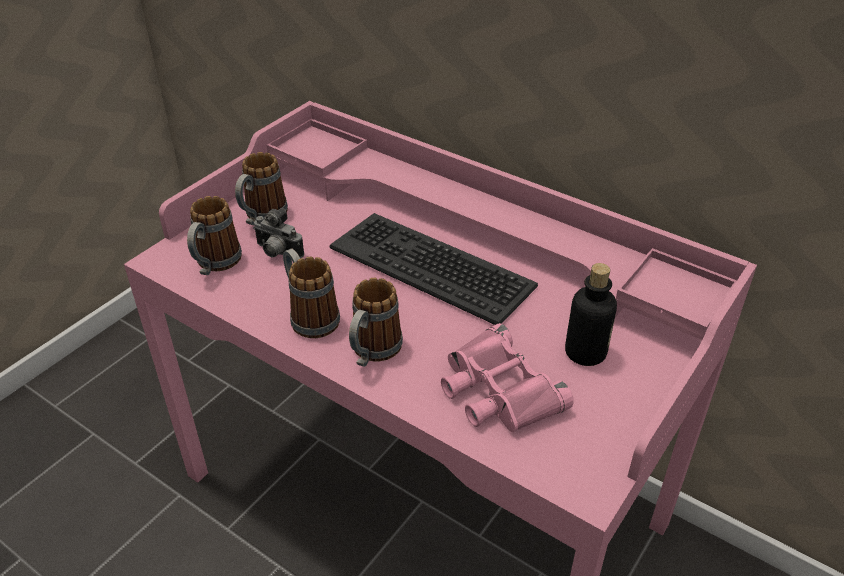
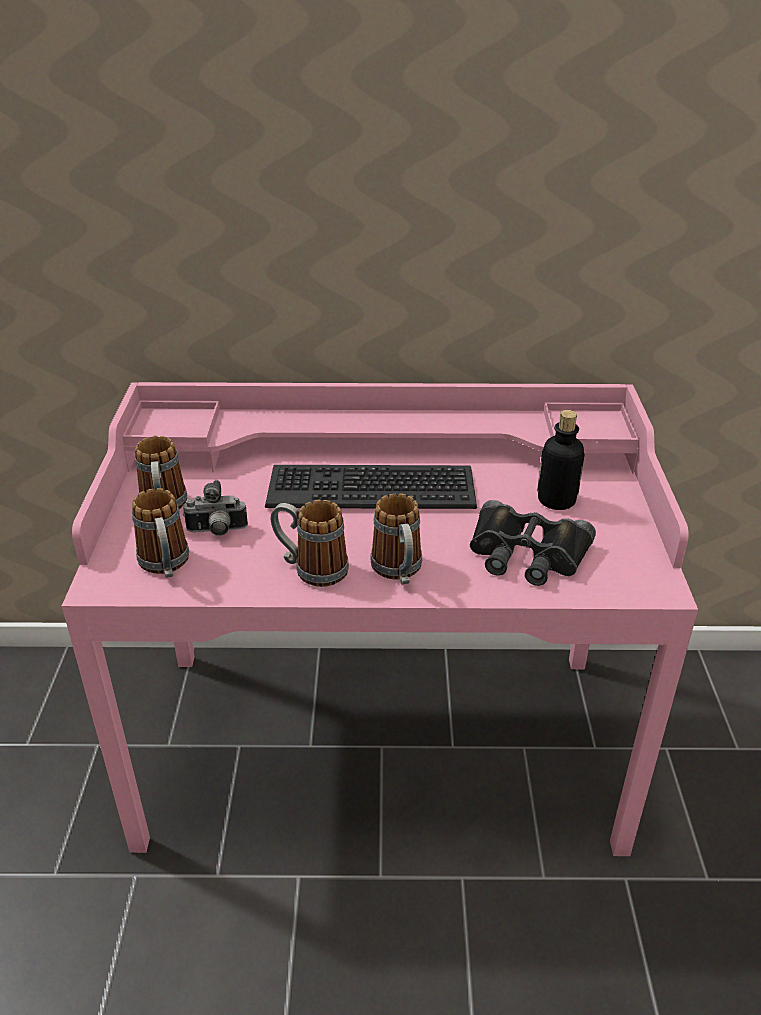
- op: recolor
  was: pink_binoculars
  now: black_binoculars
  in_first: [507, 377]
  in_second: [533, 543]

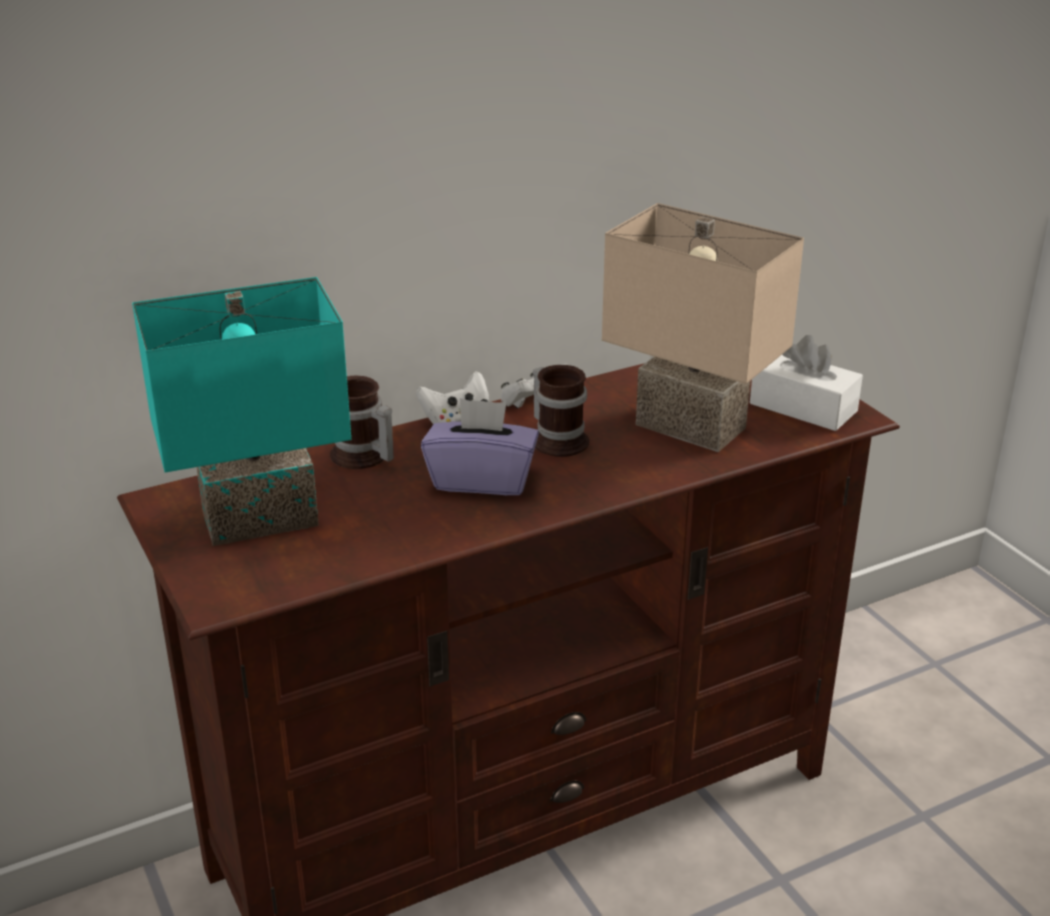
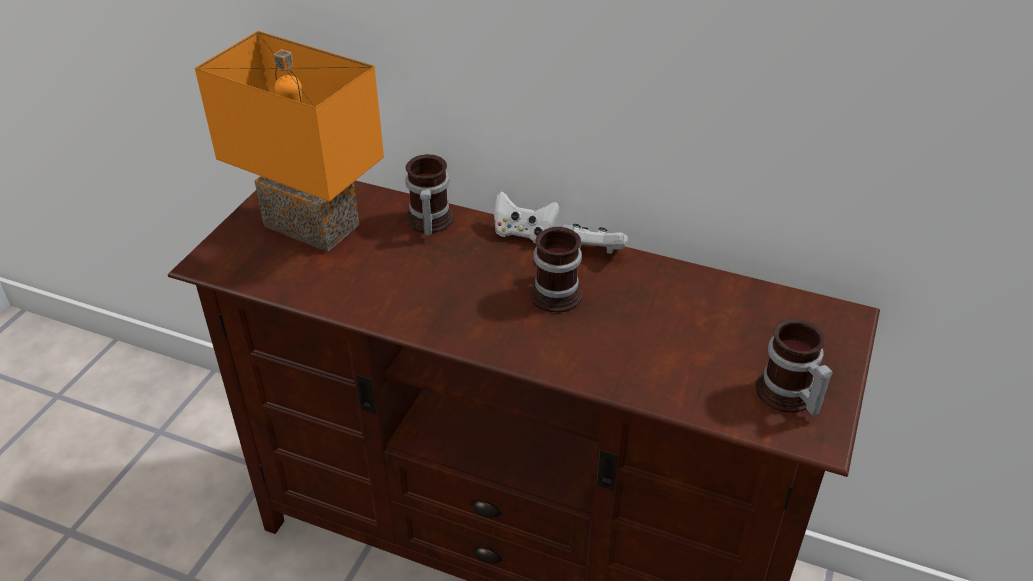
- op: recolor
  was: turquoise_table_lamp
  now: orange_table_lamp
  in_first: [241, 411]
  in_second: [289, 141]
- op: replace
  was: white_tissue_box
  now: mug
  in_first: [806, 383]
  in_second: [794, 367]
- op: delete
  was: purple_tissue_box
  in_first: [480, 446]
- op: delete
  was: beige_table_lamp
  in_first: [703, 327]

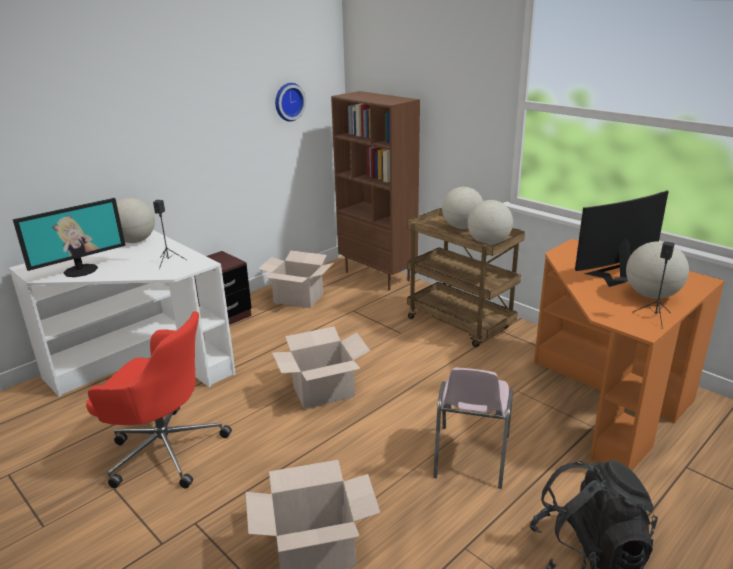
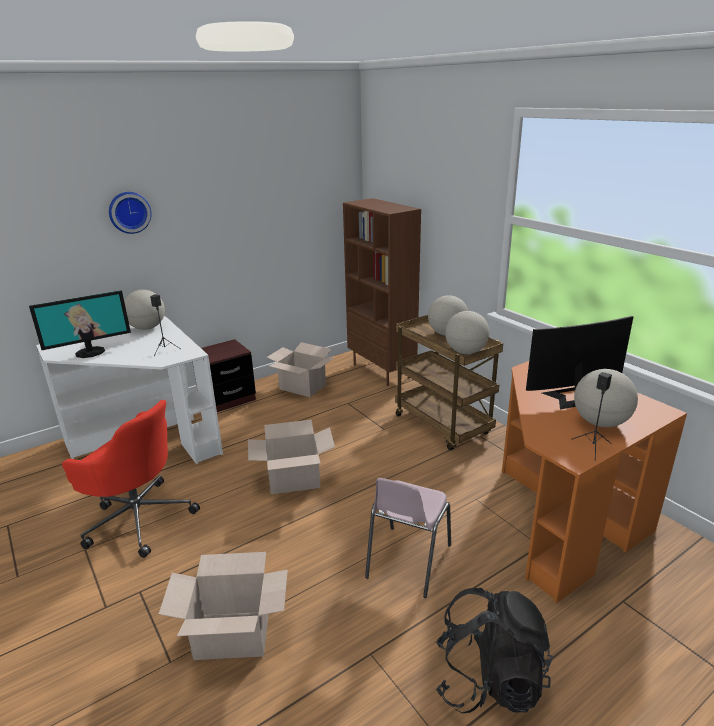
- op: move
  was: wall_clock
  in_first: [290, 102]
  in_second: [130, 213]

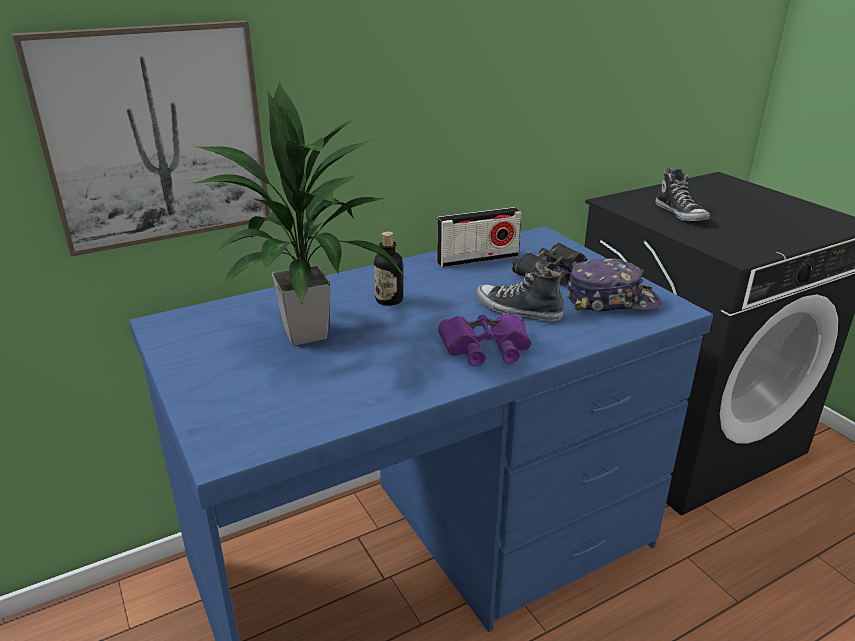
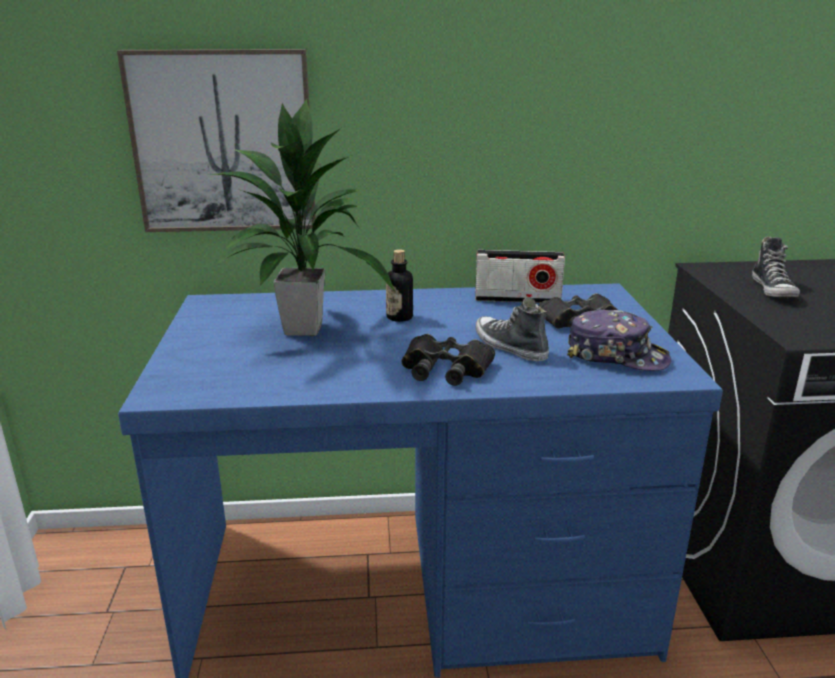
- op: recolor
  was: purple_binoculars
  now: black_binoculars
  in_first: [484, 339]
  in_second: [448, 360]

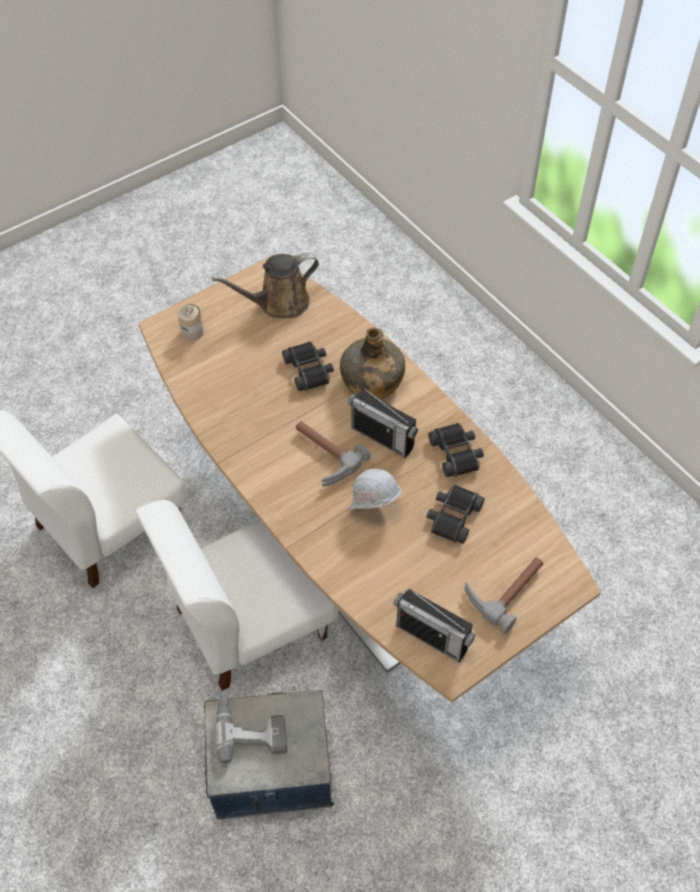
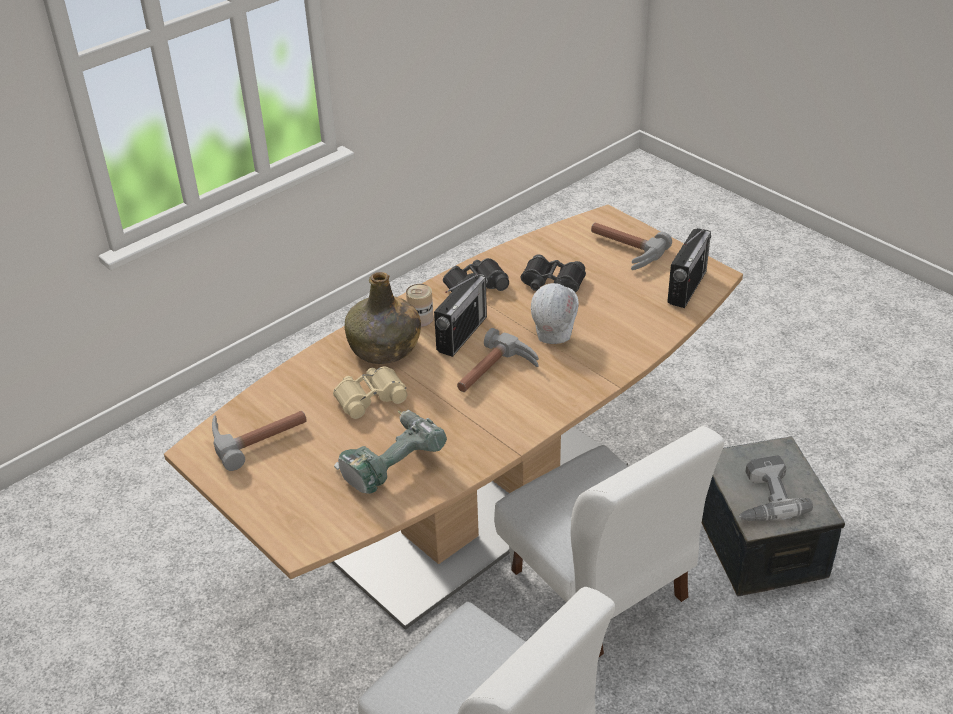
- op: replace
  was: brown_watering_can
  now: hammer
  in_first: [265, 285]
  in_second: [259, 441]
- op: recolor
  was: black_binoculars
  now: beige_binoculars
  in_first: [308, 366]
  in_second: [370, 393]
- op: insert
  now: power_drill
  in_second: [390, 452]
- op: move
  was: can
  in_first: [191, 322]
  in_second: [420, 305]

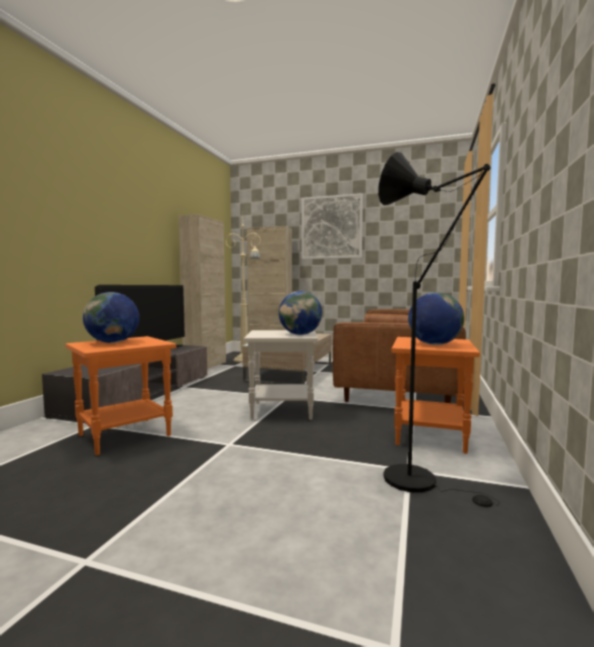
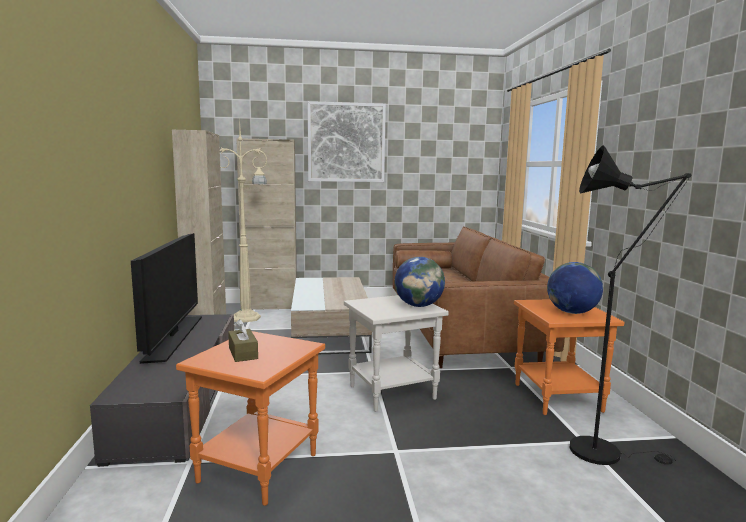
- op: replace
  was: globe
  now: brown_tissue_box
  in_first: [111, 317]
  in_second: [243, 340]

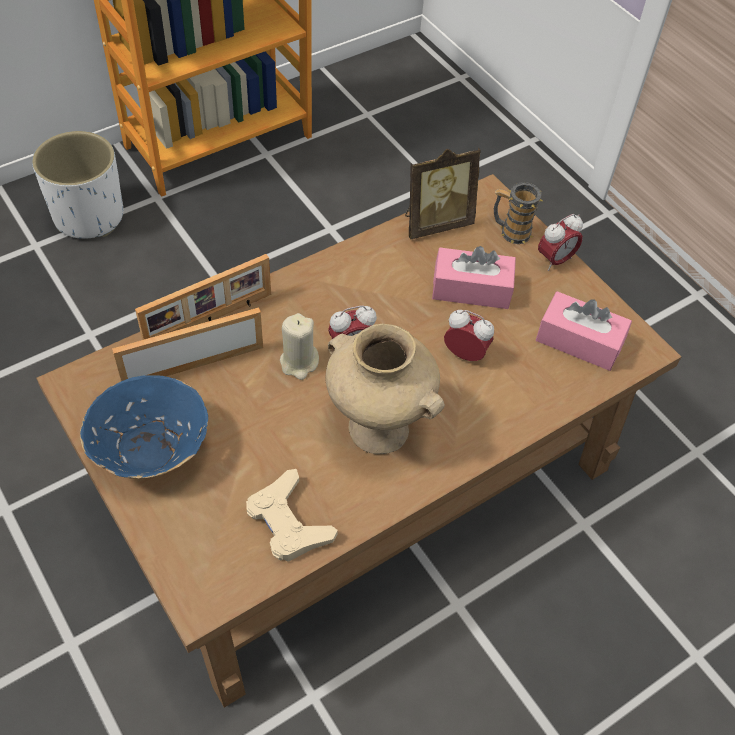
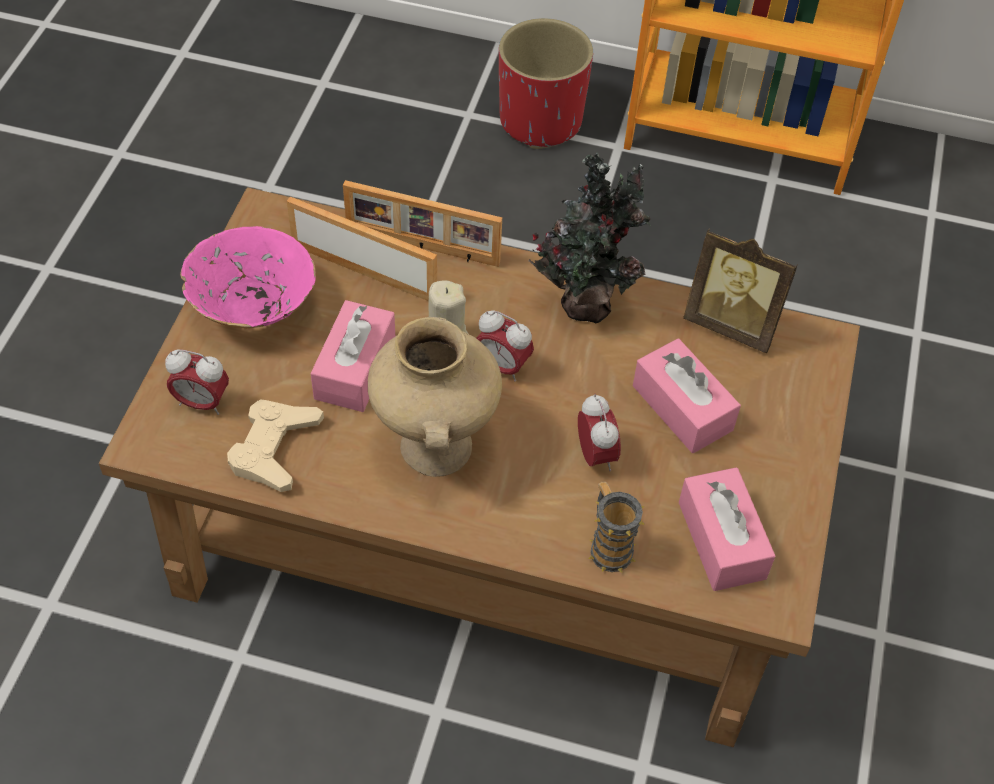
- op: move
  was: alarm_clock
  in_first: [560, 242]
  in_second: [197, 382]
- op: recolor
  was: blue_bowl
  now: pink_bowl
  in_first: [144, 427]
  in_second: [248, 277]
- op: insert
  now: pink_tissue_box
  in_second: [353, 356]
- op: recolor
  was: white_planter
  now: red_planter
  in_first: [77, 185]
  in_second: [546, 83]
- op: insert
  now: potted_plant
  in_second: [589, 238]
- op: move
  was: mug
  in_first: [518, 213]
  in_second: [616, 527]

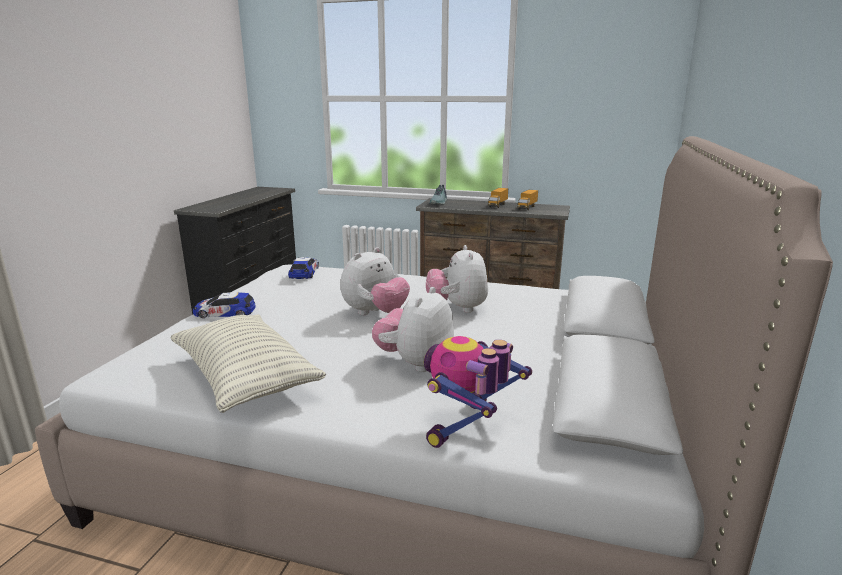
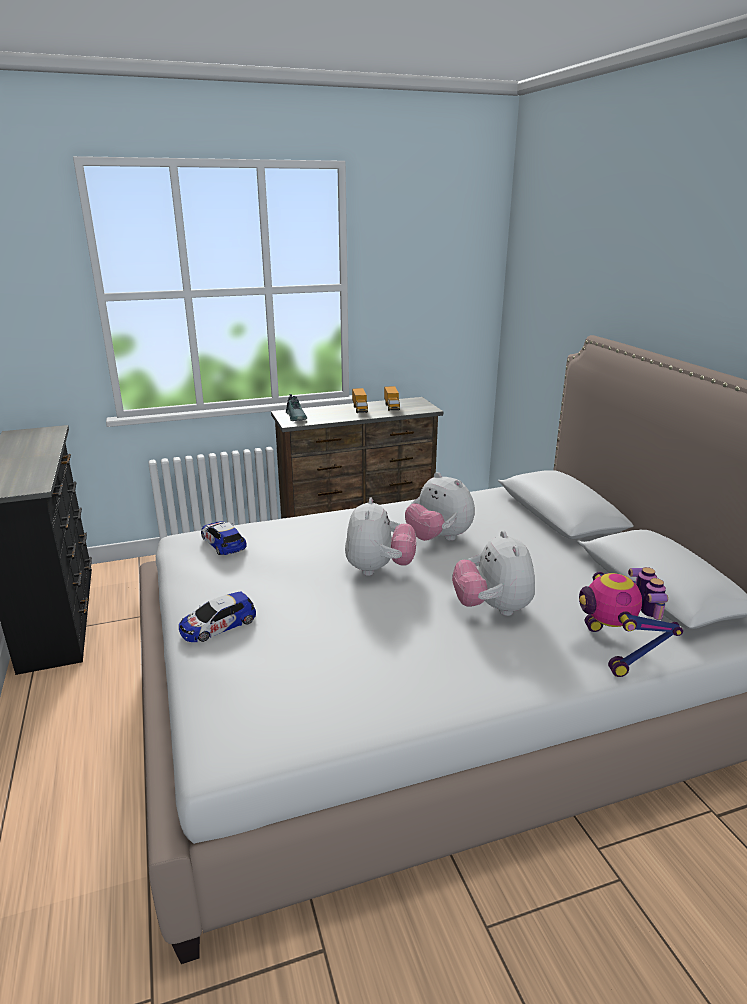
- op: delete
  was: pillow
  in_first: [248, 363]

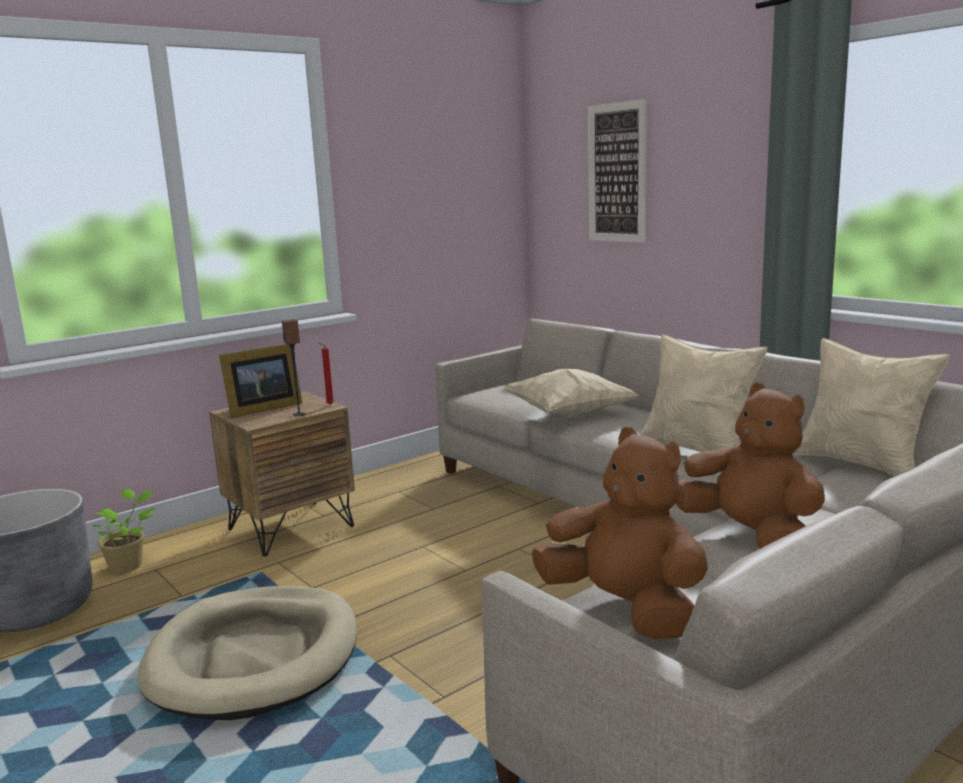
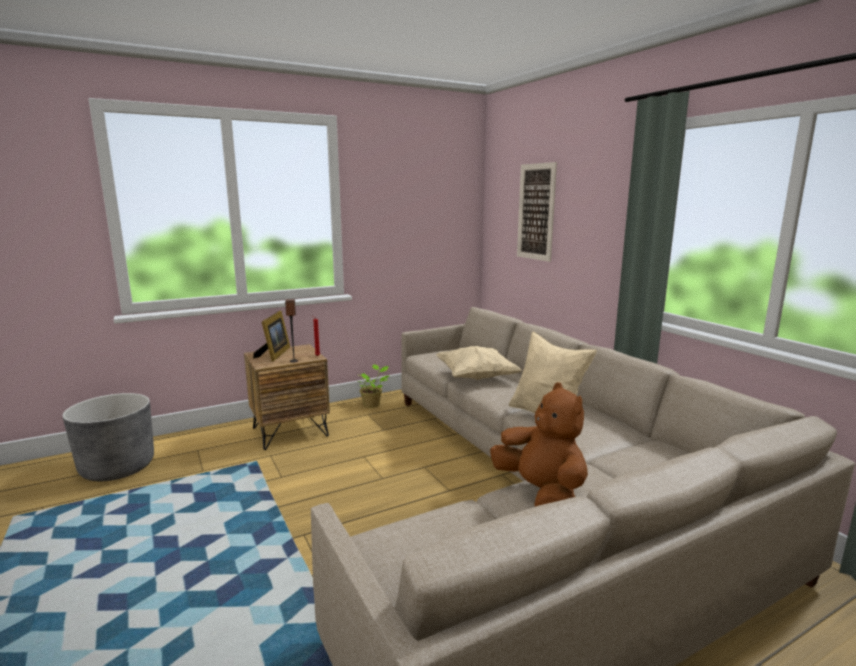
- op: rotate
  was: picture_frame
  in_first: [260, 381]
  in_second: [271, 336]
  clockwise: -60
- op: move
  was: potted_plant
  in_first: [122, 531]
  in_second: [373, 386]
- op: delete
  was: beige_dog_bed
  in_first: [247, 653]
- op: delete
  was: brown_plush_toy
  in_first: [620, 533]
- op: delete
  was: beige_pillow
  in_first: [871, 407]

